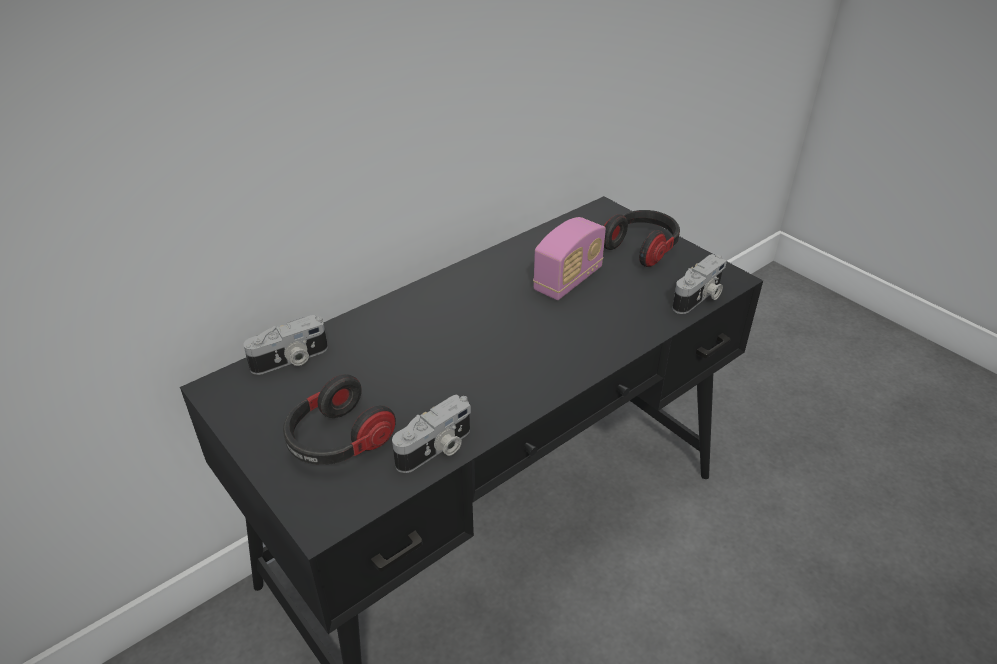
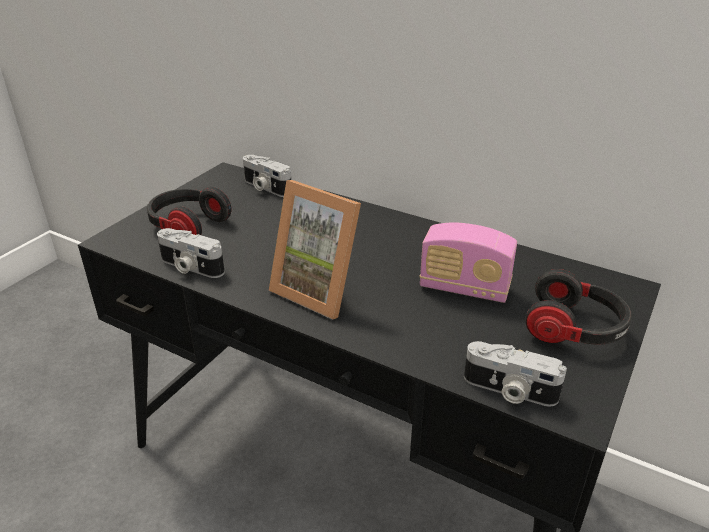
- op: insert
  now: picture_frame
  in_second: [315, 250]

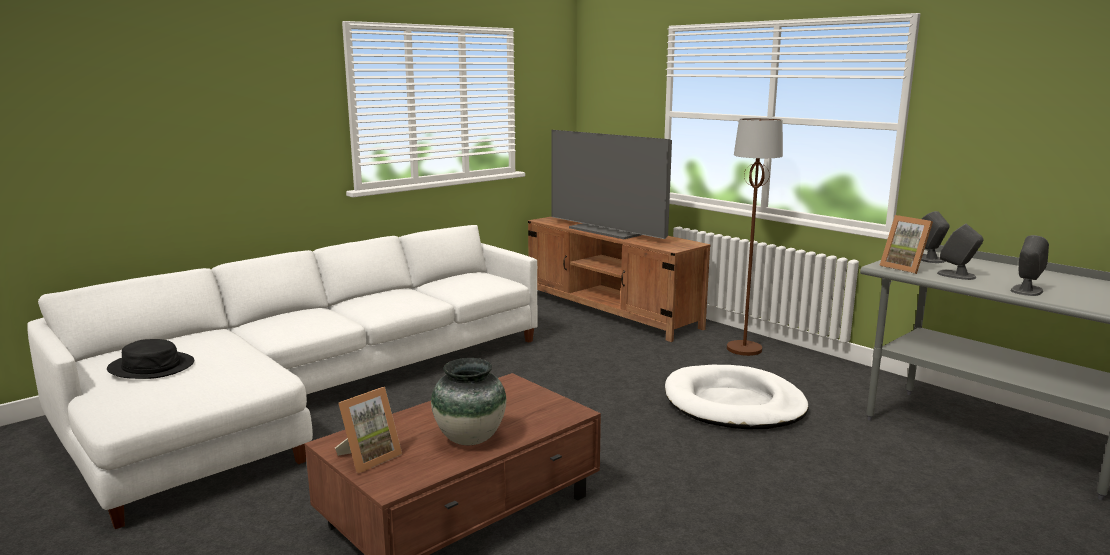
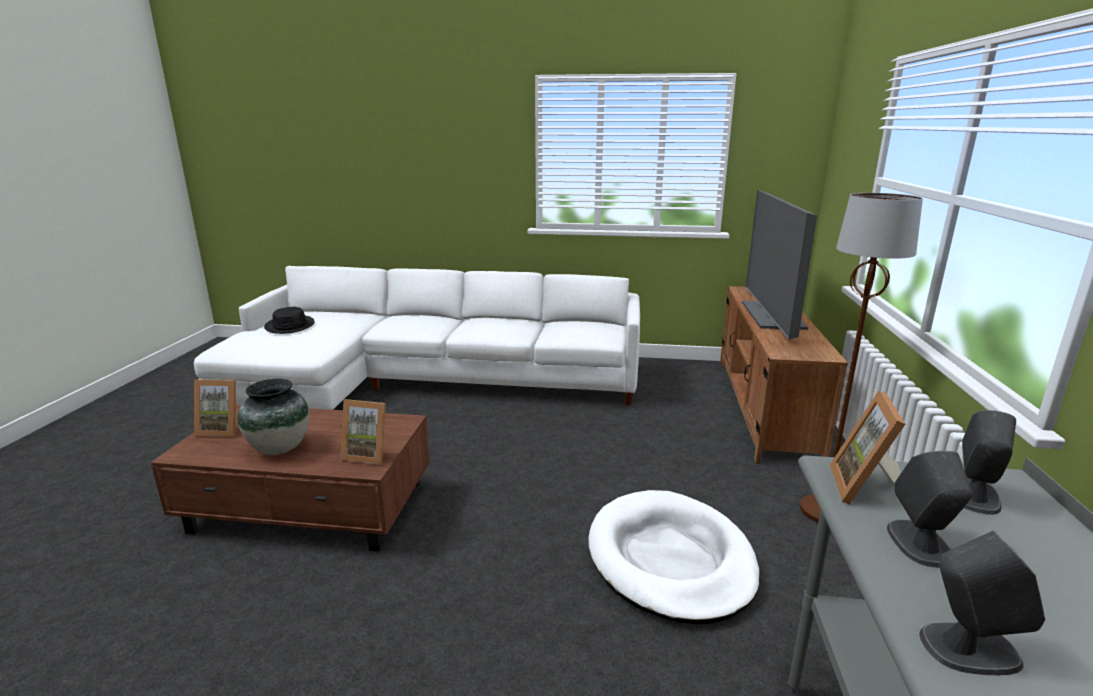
- op: insert
  now: picture_frame
  in_second: [363, 432]

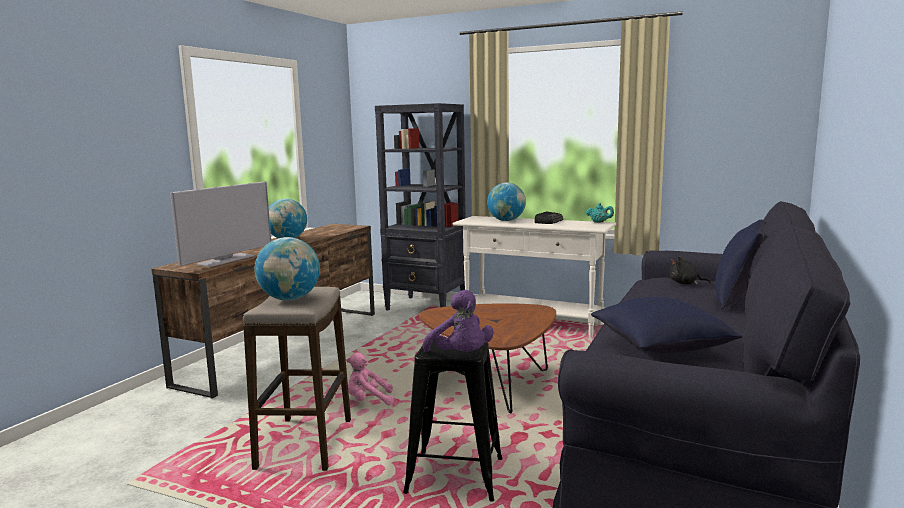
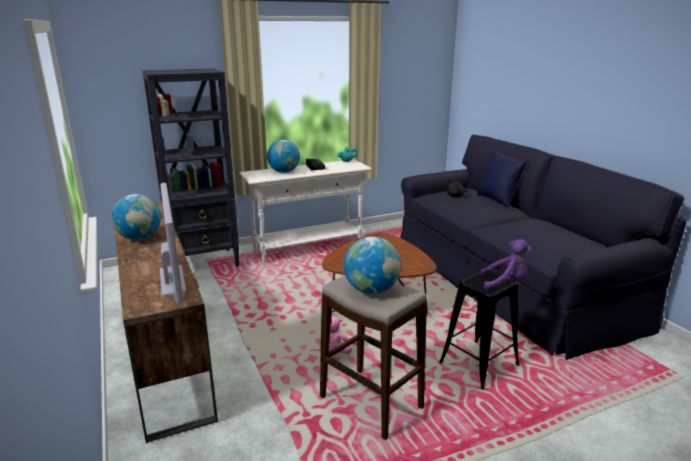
- op: delete
  was: blue_pillow
  in_first: [666, 324]

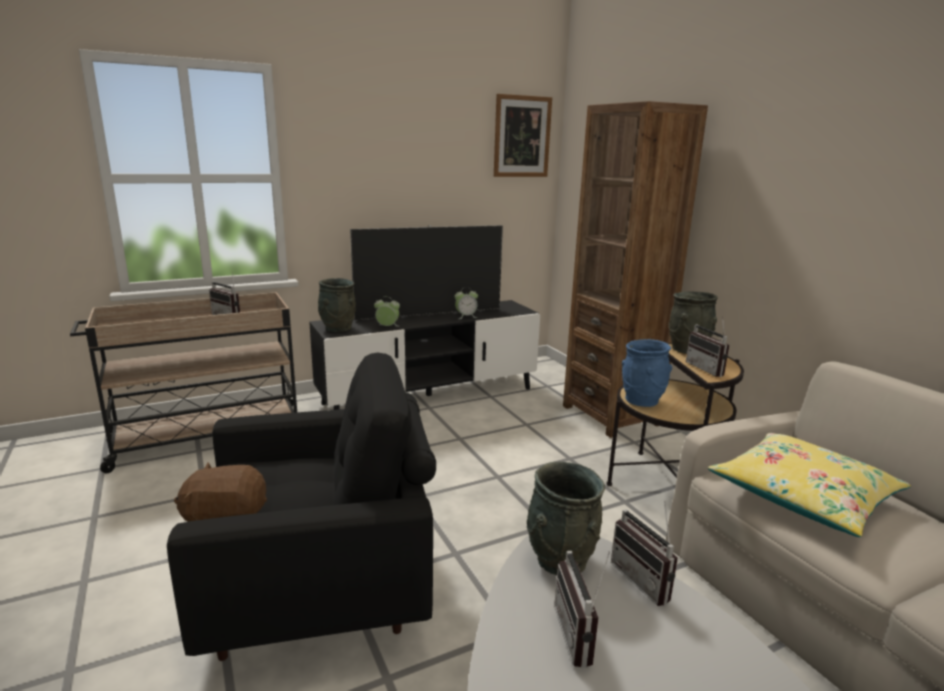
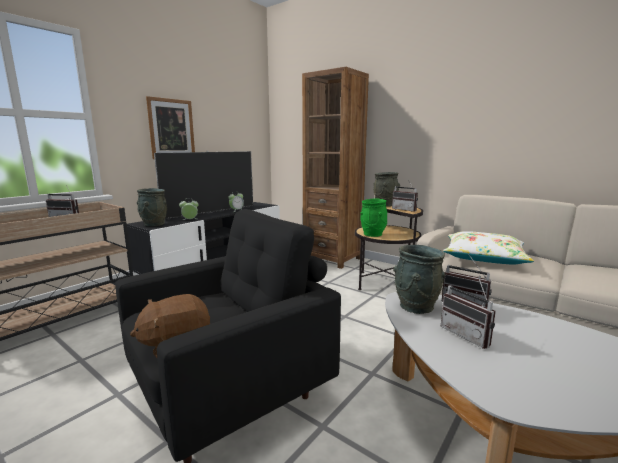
- op: move
  was: picture
  in_first: [523, 135]
  in_second: [170, 127]
- op: recolor
  was: blue_vase
  now: green_vase
  in_first: [647, 373]
  in_second: [373, 217]
- op: recolor
  was: yellow_pillow
  now: white_pillow
  in_first: [809, 485]
  in_second: [488, 247]

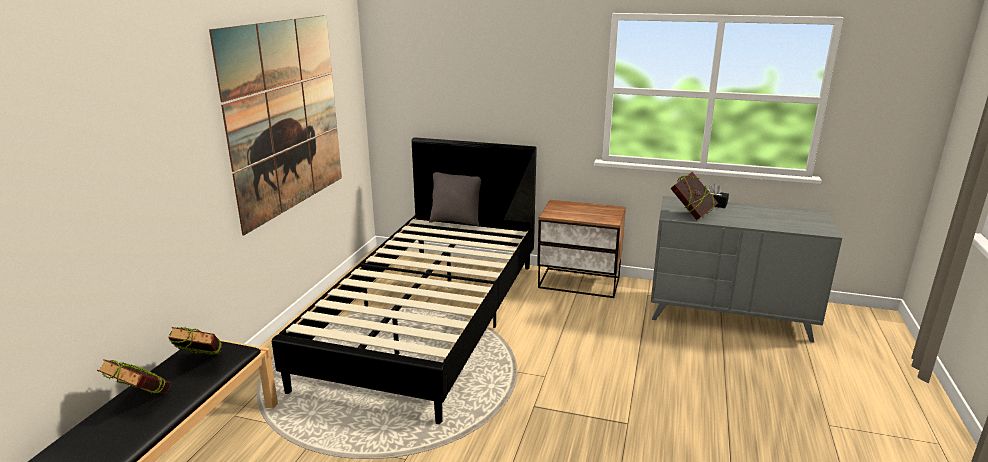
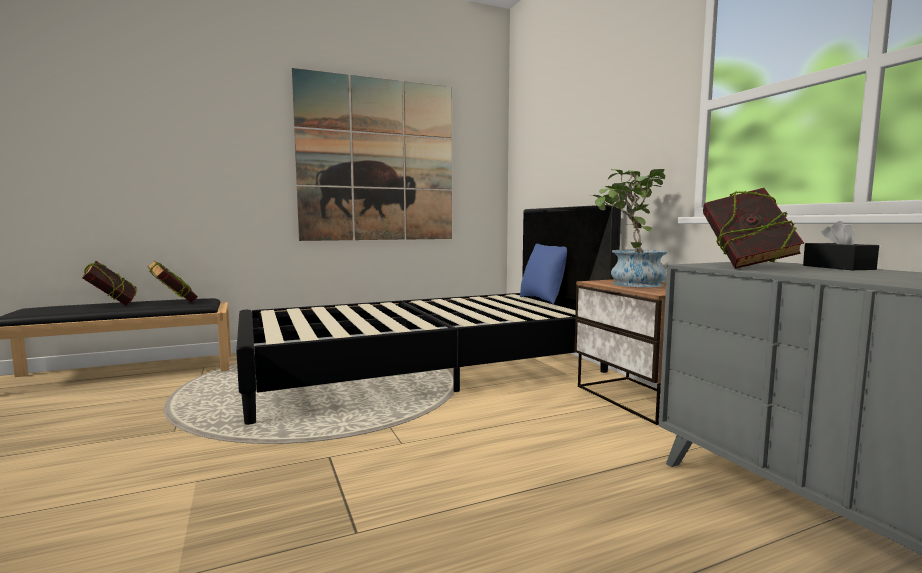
- op: recolor
  was: grey_pillow
  now: blue_pillow
  in_first: [455, 199]
  in_second: [543, 274]
- op: insert
  now: potted_plant
  in_second: [629, 228]

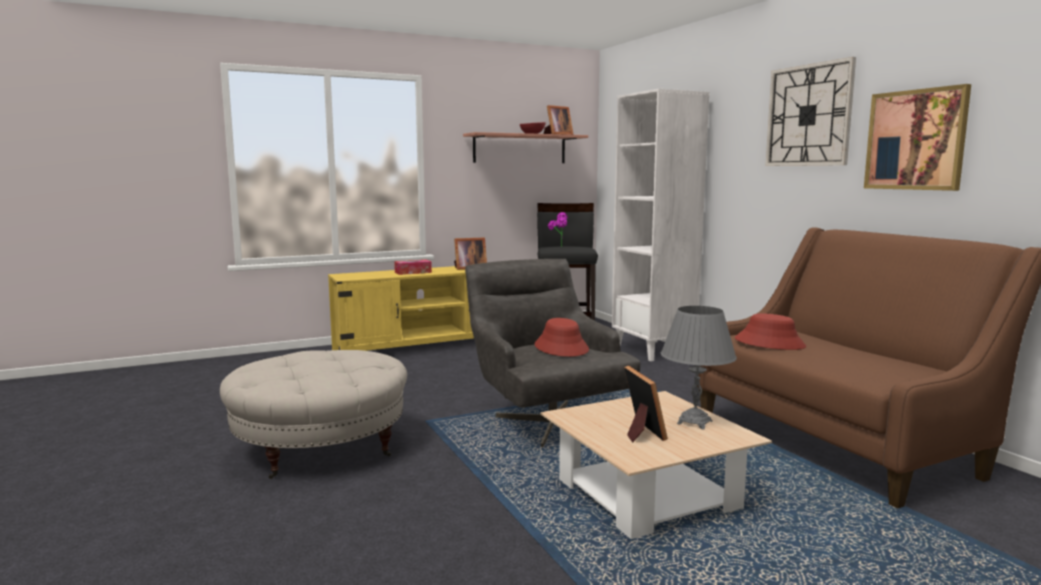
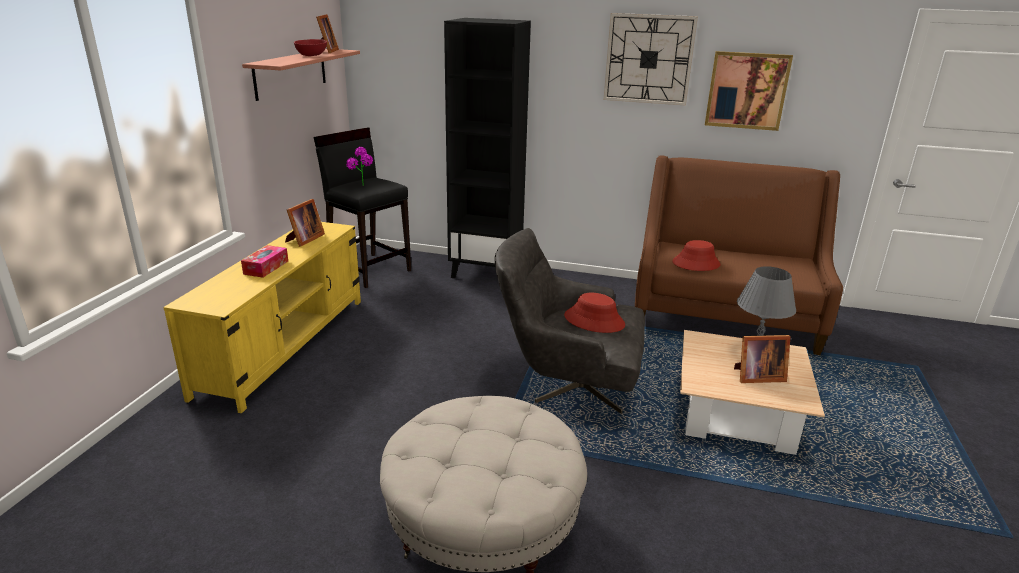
- op: recolor
  was: white_bookcase
  now: black_bookcase
  in_first: [660, 225]
  in_second: [487, 148]
- op: rotate
  was: picture_frame
  in_first: [646, 404]
  in_second: [762, 359]
  clockwise: 150

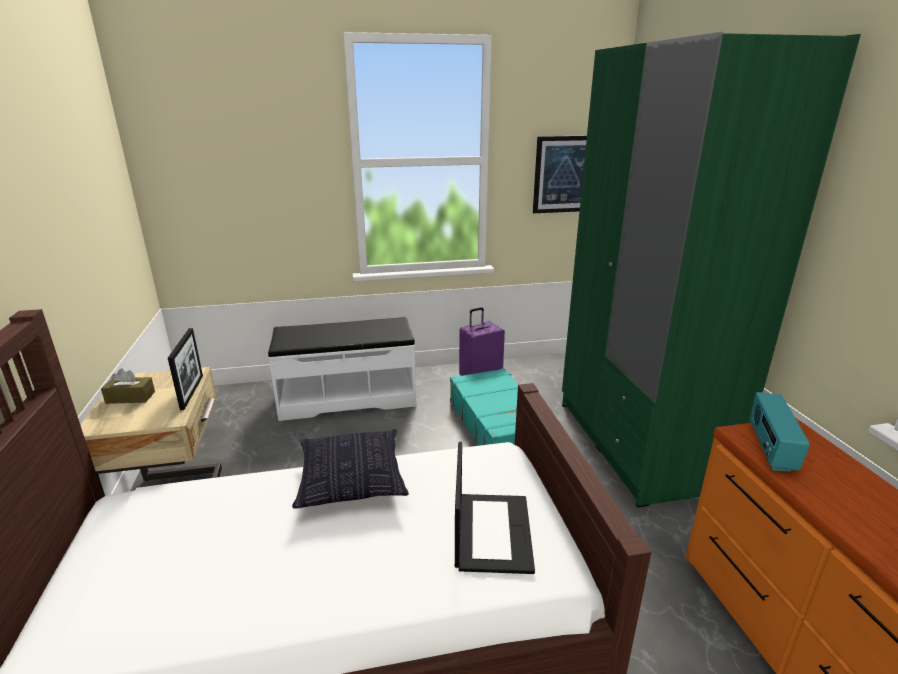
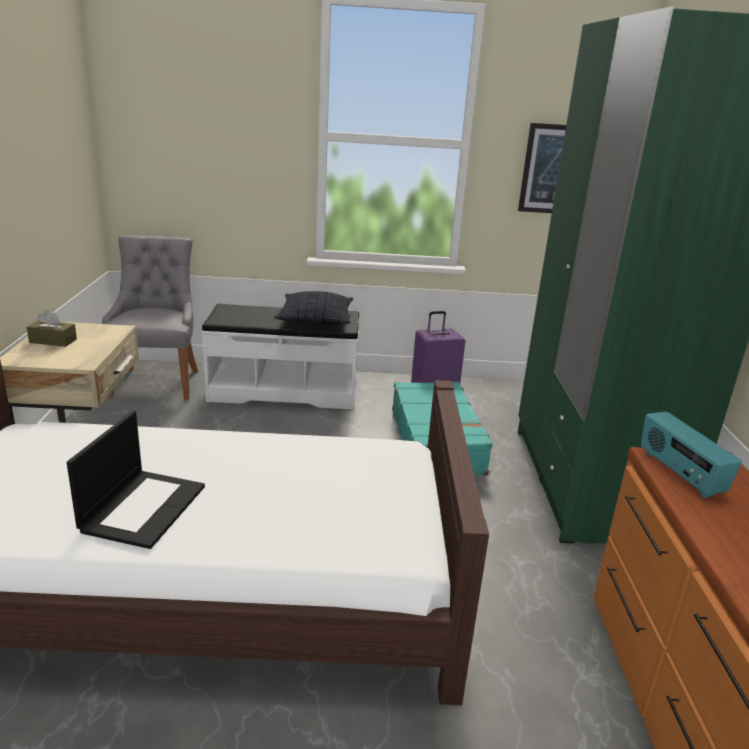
- op: move
  was: laptop
  in_first: [495, 508]
  in_second: [136, 480]
- op: insert
  now: grey_chair
  in_second: [150, 317]
- op: move
  was: pillow
  in_first: [350, 469]
  in_second: [313, 308]
- op: rotate
  was: radio
  in_first: [780, 432]
  in_second: [691, 455]
  clockwise: -45
- op: delete
  was: picture_frame
  in_first: [185, 369]

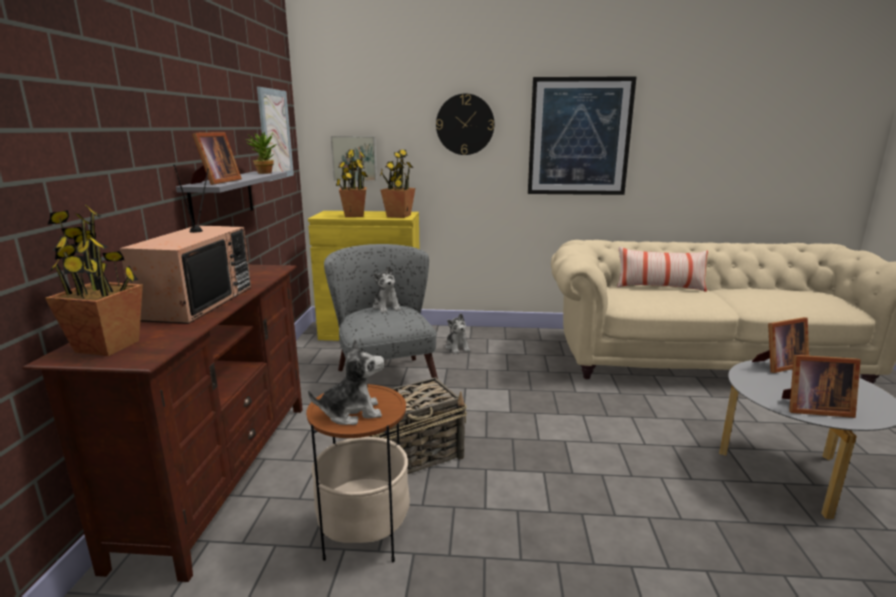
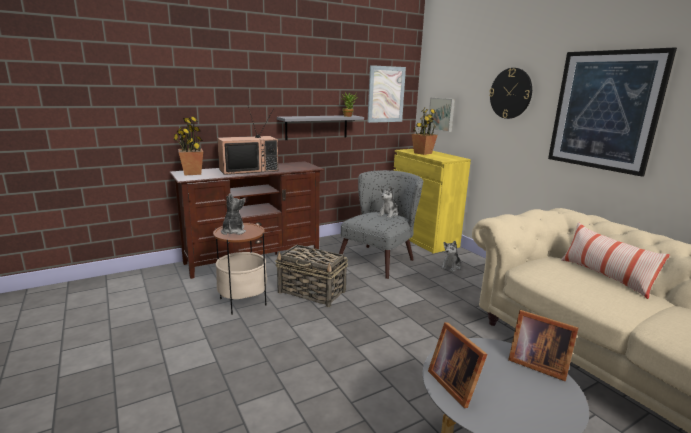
- op: rotate
  was: plush_toy
  in_first: [346, 382]
  in_second: [233, 214]
  clockwise: -135
- op: delete
  was: picture_frame
  in_first: [216, 158]
- op: delete
  was: potted_plant
  in_first: [397, 184]

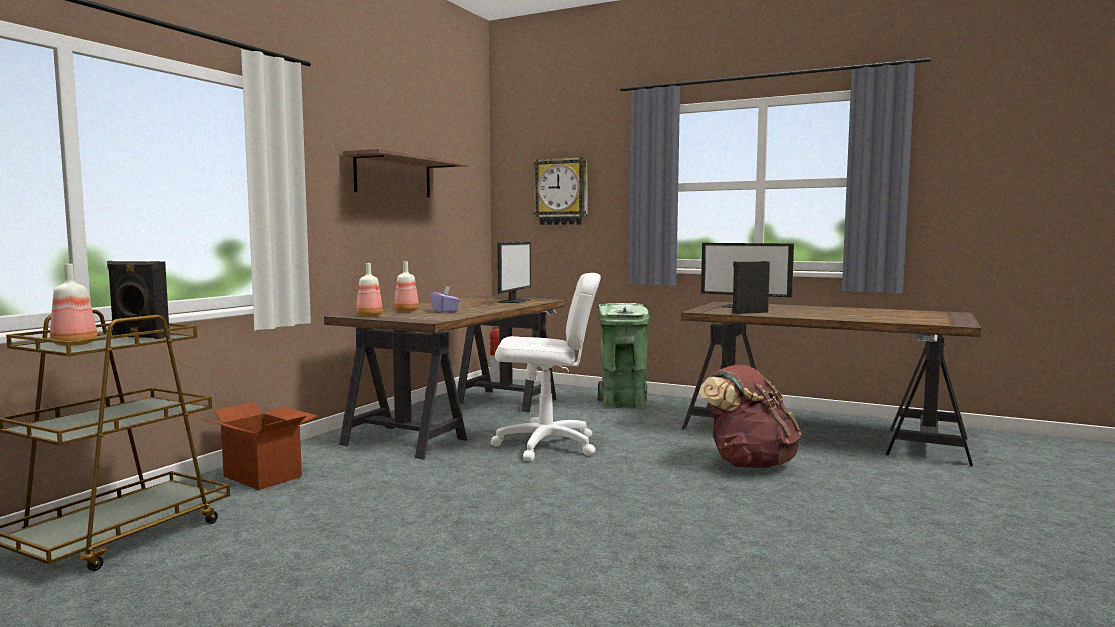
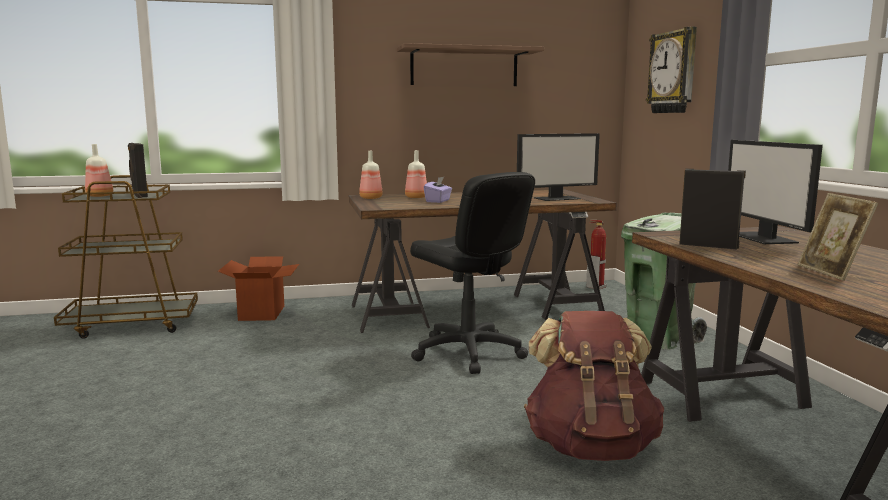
- op: recolor
  was: white_office_chair
  now: black_office_chair
  in_first: [546, 367]
  in_second: [472, 273]
- op: insert
  now: picture_frame
  in_second: [838, 237]

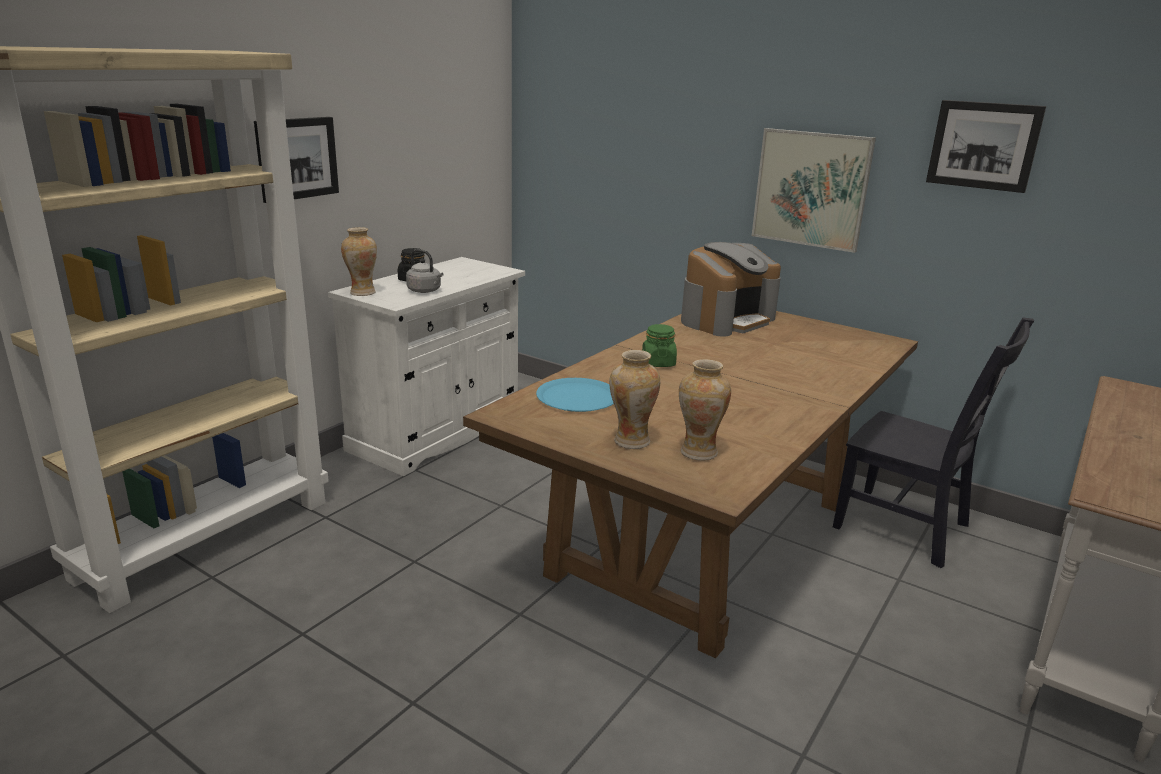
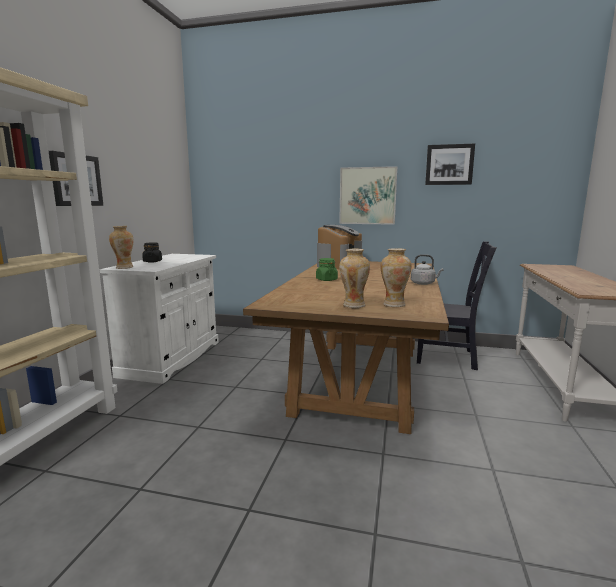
- op: move
  was: grey_kettle
  in_first: [424, 271]
  in_second: [427, 269]
- op: delete
  was: blue_plate
  in_first: [575, 395]

